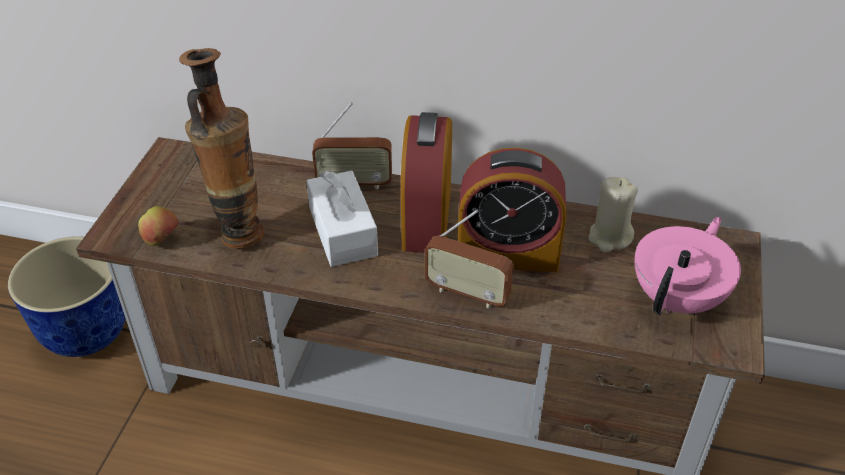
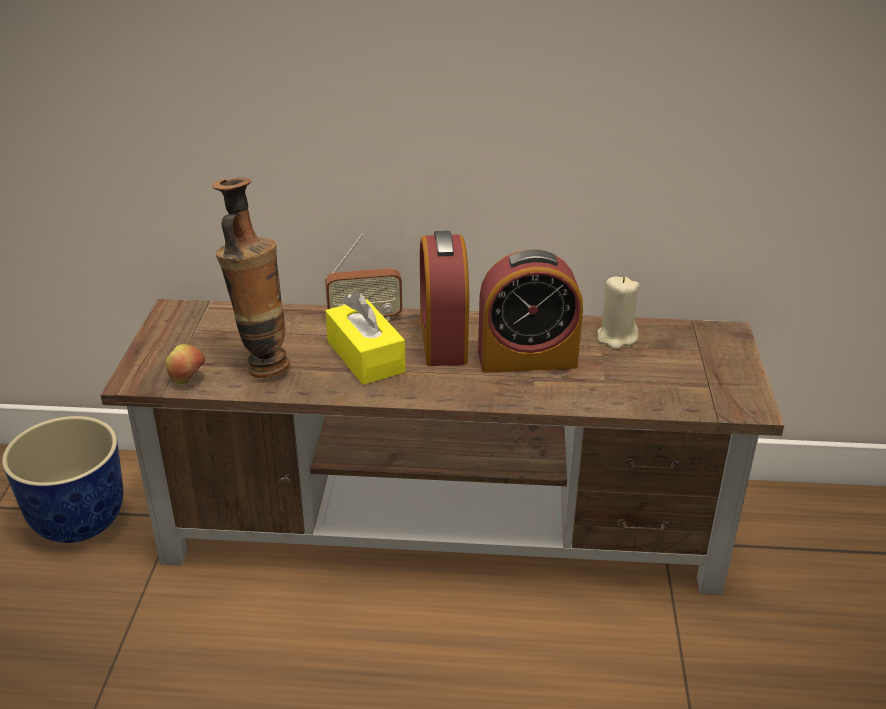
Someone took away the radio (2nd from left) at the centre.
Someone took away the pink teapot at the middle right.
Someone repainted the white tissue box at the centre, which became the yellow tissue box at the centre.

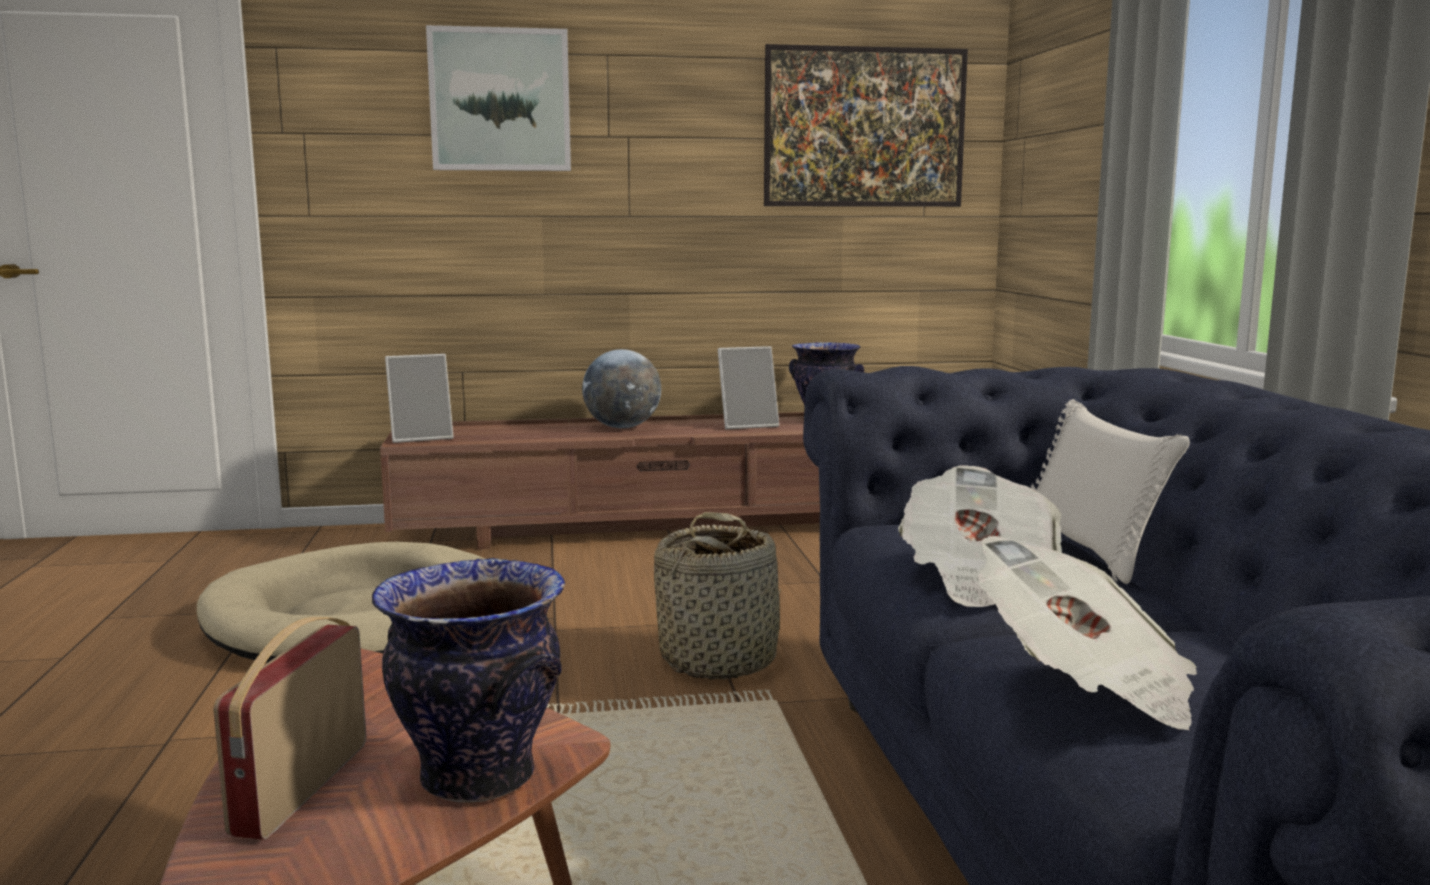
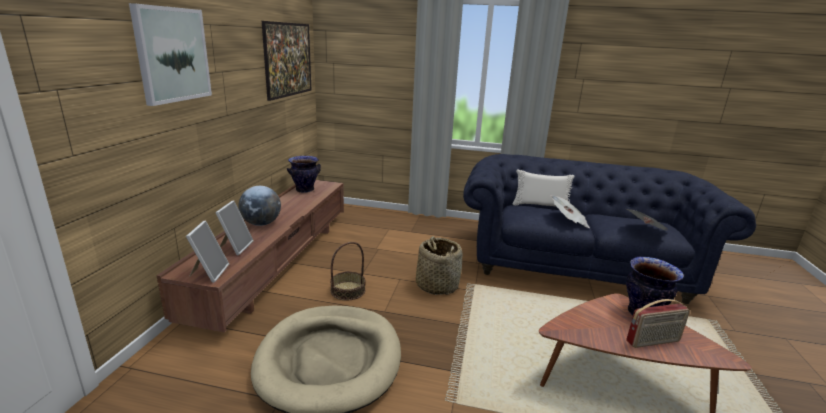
Someone put down the basket (1st from left) at the centre.
Someone carried the picture frame (2nd from left) from the centre to the middle left.
Someone rotated the radio at the bottom left by 45 degrees counterclockwise.

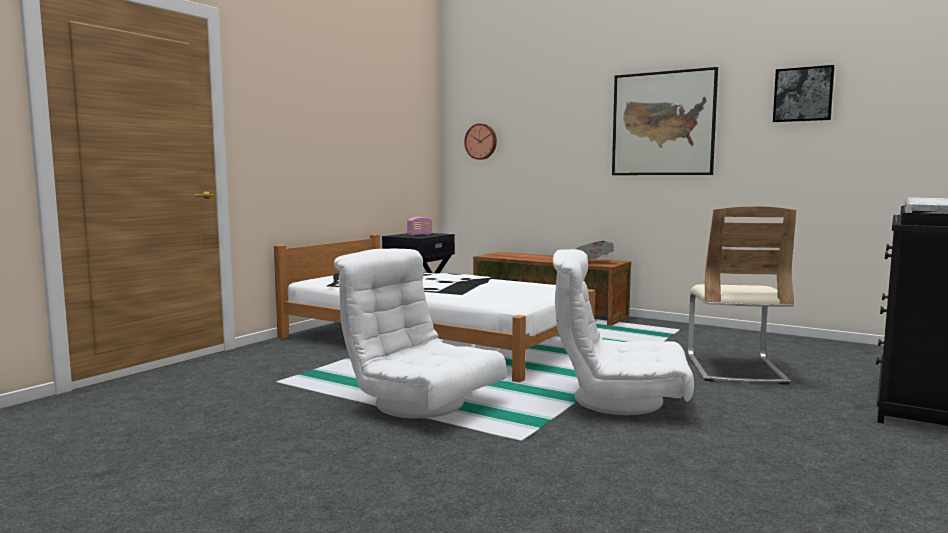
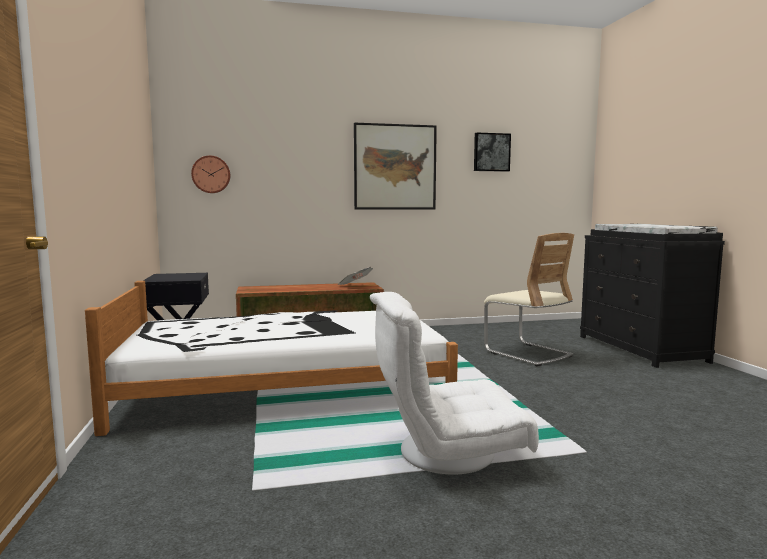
Someone took away the radio at the centre.
Someone took away the white armchair (2nd from left) at the centre.

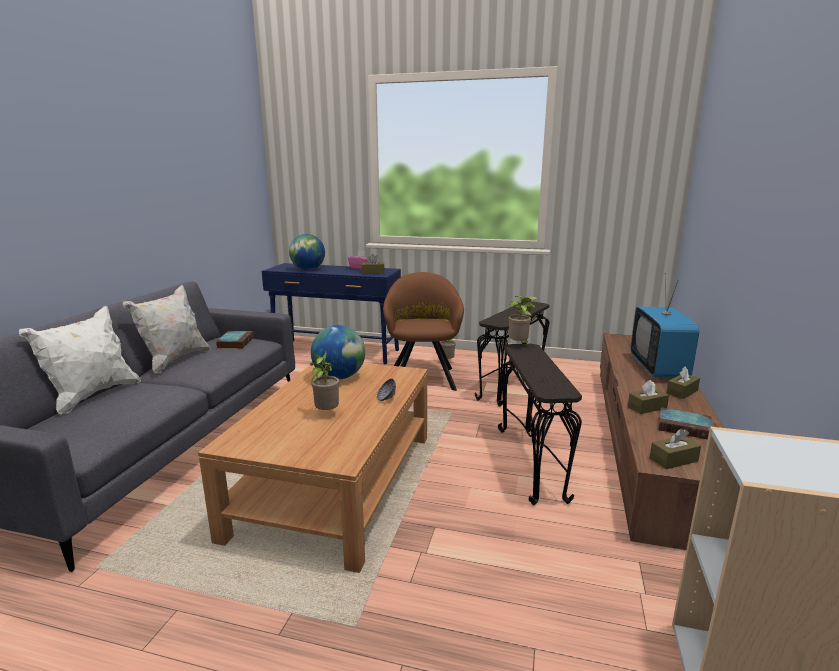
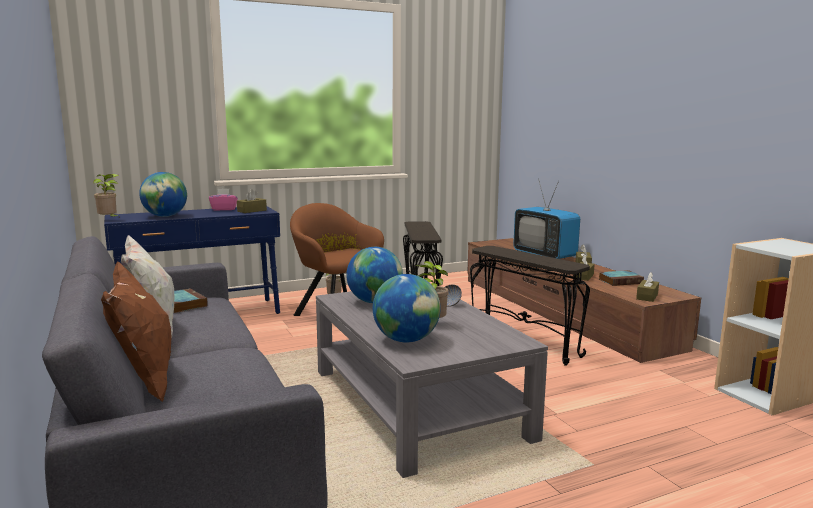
Someone put down the globe (3rd from left) at the centre.
Someone carried the potted plant (3rd from left in the first image) from the centre to the middle left.
Someone repainted the white pillow (1st from left) at the middle left, which became the brown pillow at the middle left.
Someone repainted the brown coffee table at the bottom centre, which became the grey coffee table at the bottom centre.

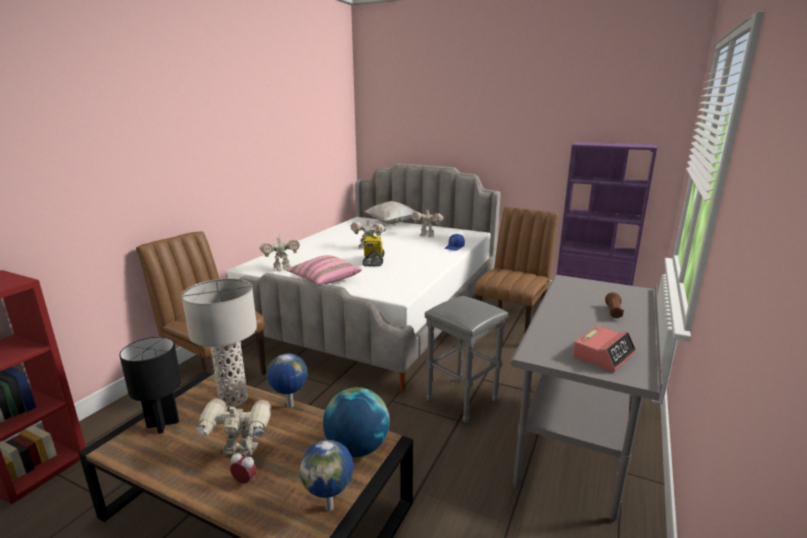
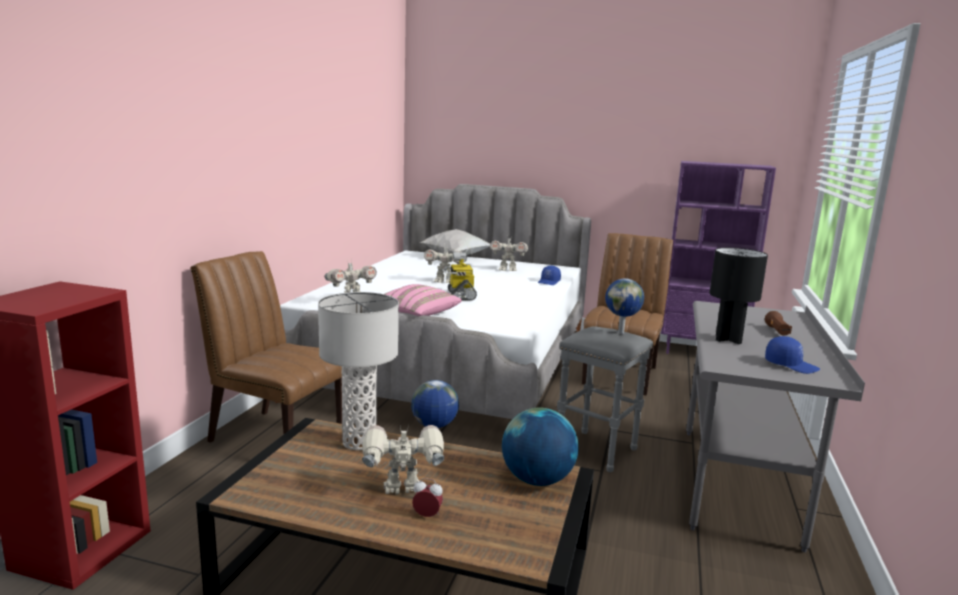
Someone carried the black table lamp from the bottom left to the middle right.
Someone carried the globe (2nd from left in the first image) from the bottom centre to the centre.
Someone swapped the alarm clock (2nd from left) at the middle right for the blue cap (2nd from left) at the middle right.

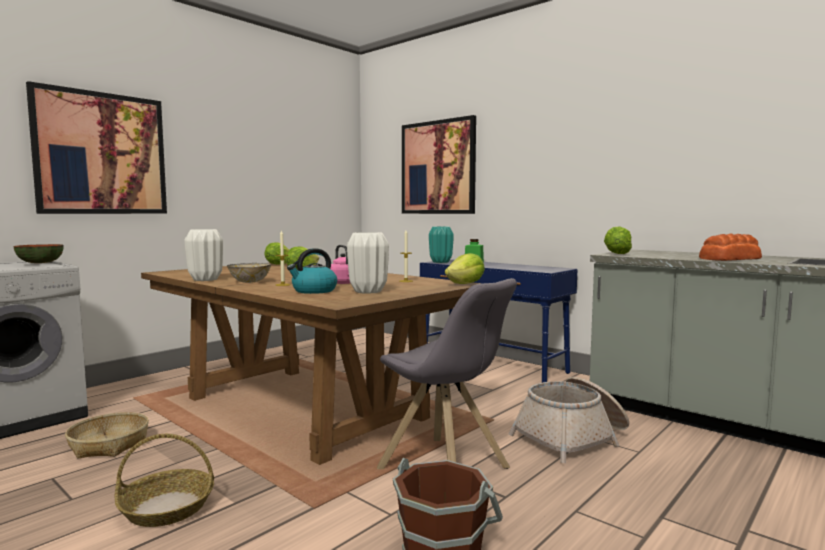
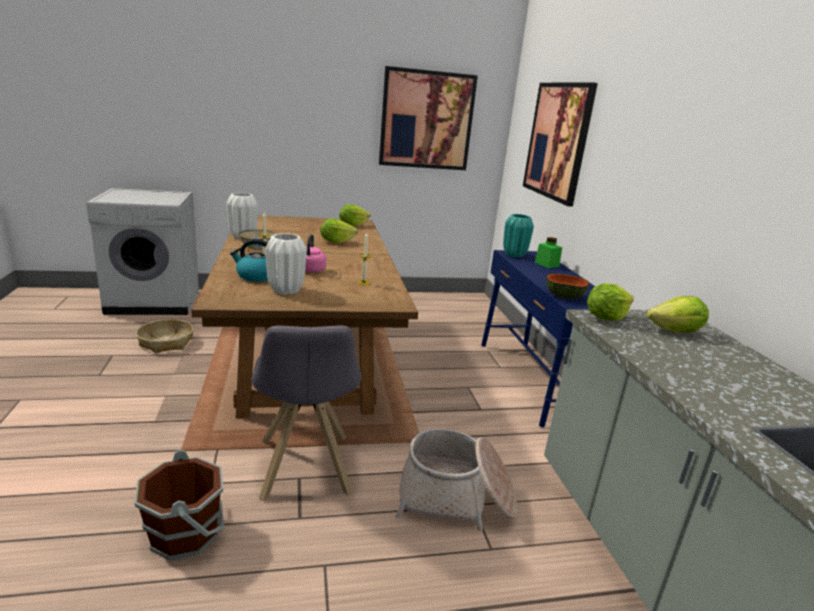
Someone took away the basket (2nd from left) at the bottom left.
Someone took away the bread at the middle right.
Someone carried the bowl (1st from left in the first image) from the middle left to the middle right.
Someone carried the picture (1st from left) from the top left to the top centre.
Someone carried the lettuce (3rd from left in the first image) from the centre to the middle right.

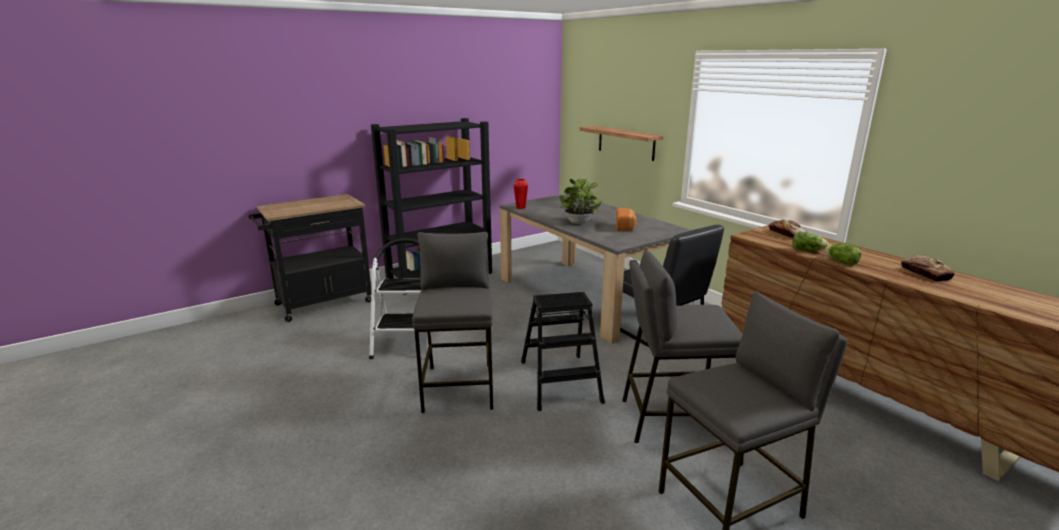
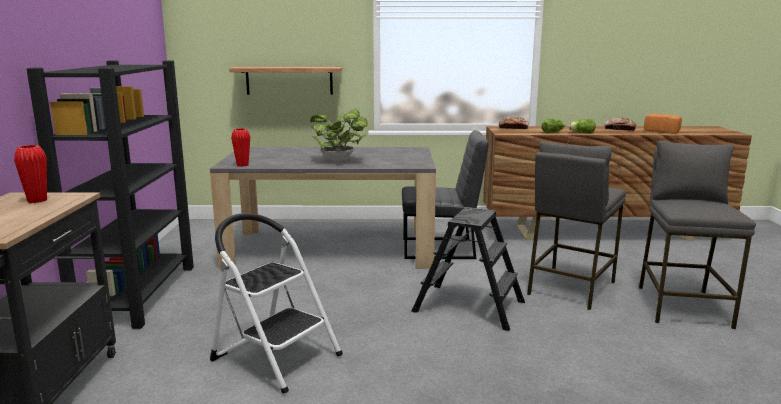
Someone took away the grey stool (1st from left) at the centre.
Someone put down the red vase (1st from left) at the middle left.
Someone carried the bread (1st from left in the first image) from the centre to the top right.

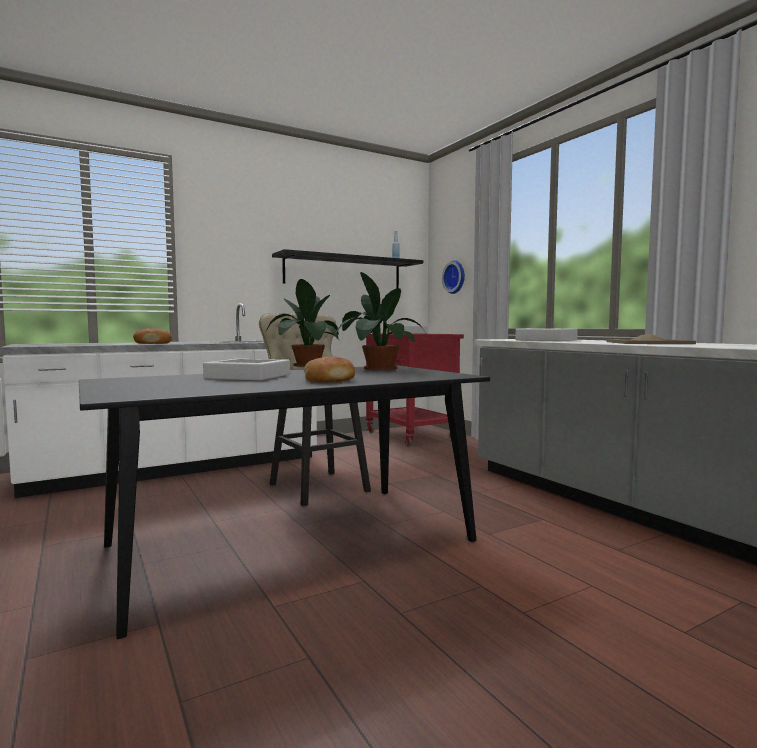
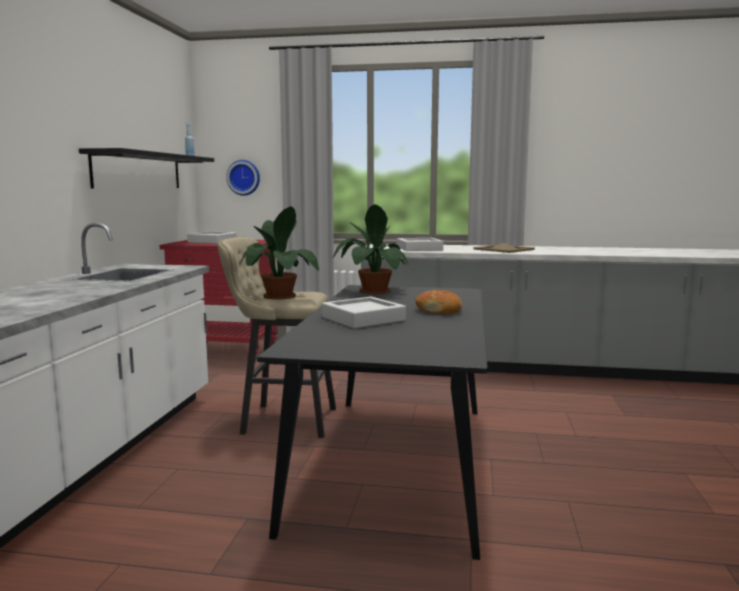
Someone took away the bread (1st from left) at the middle left.

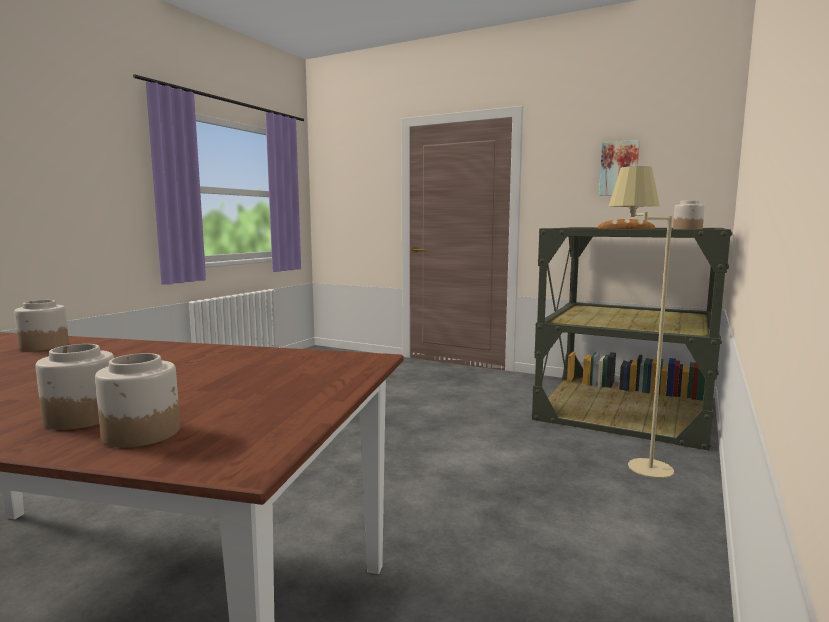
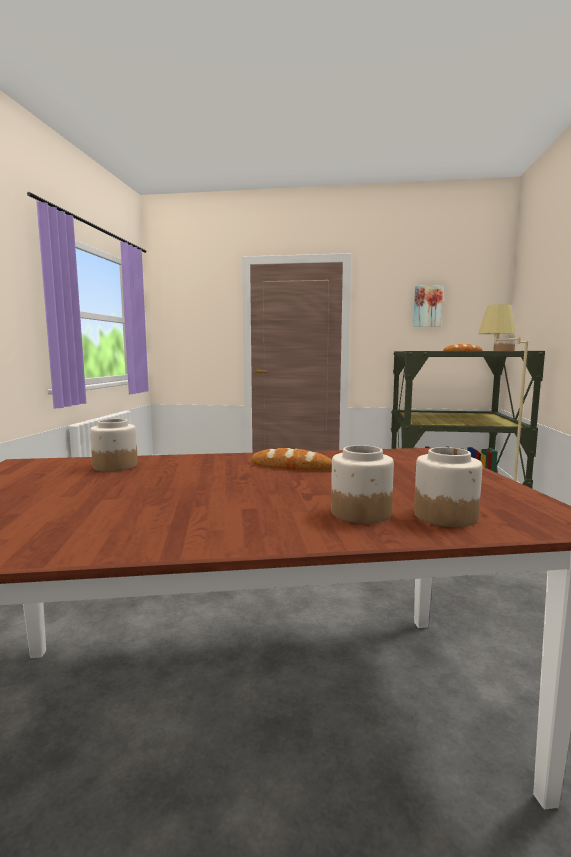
Someone put down the bread (1st from left) at the centre.

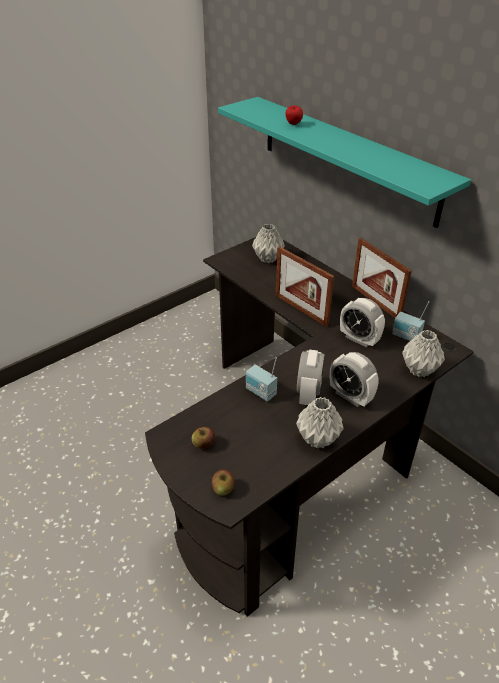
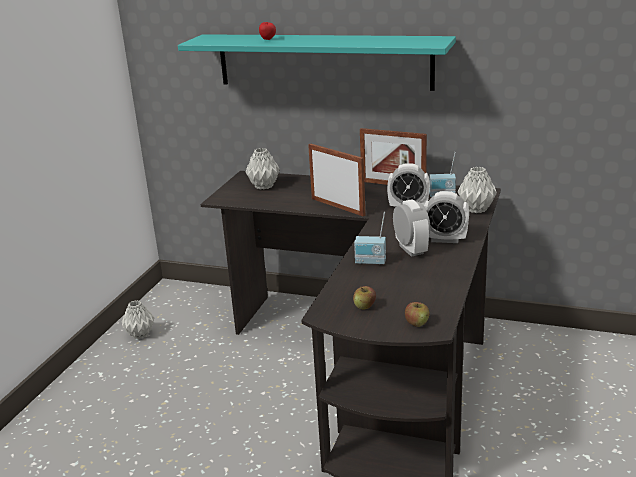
Someone carried the grey vase (2nd from left in the first image) from the centre to the bottom left.
Someone rotated the picture frame (1st from left) at the centre by 150 degrees counterclockwise.

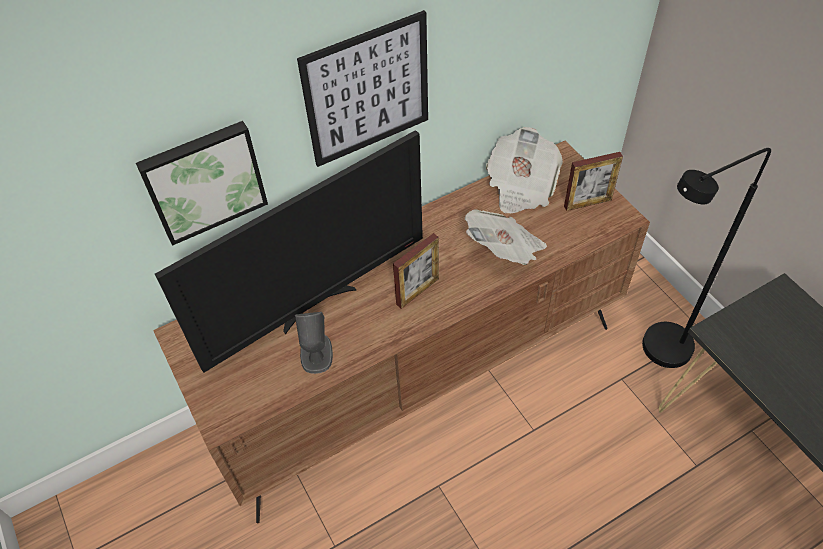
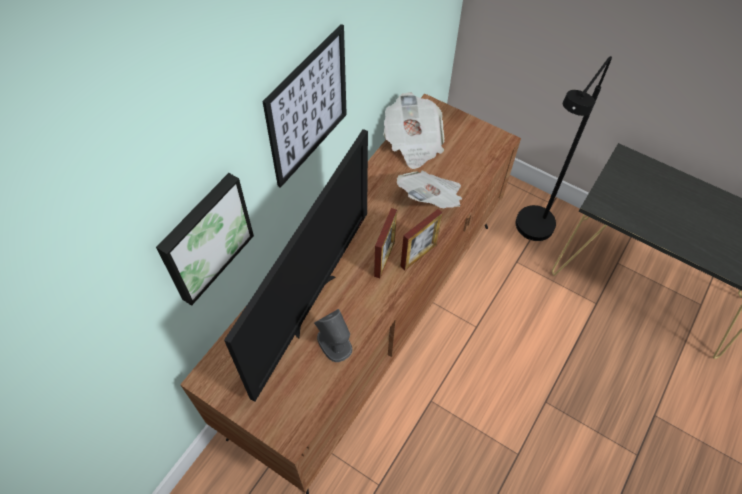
Someone carried the picture frame (2nd from left) from the top right to the centre.

